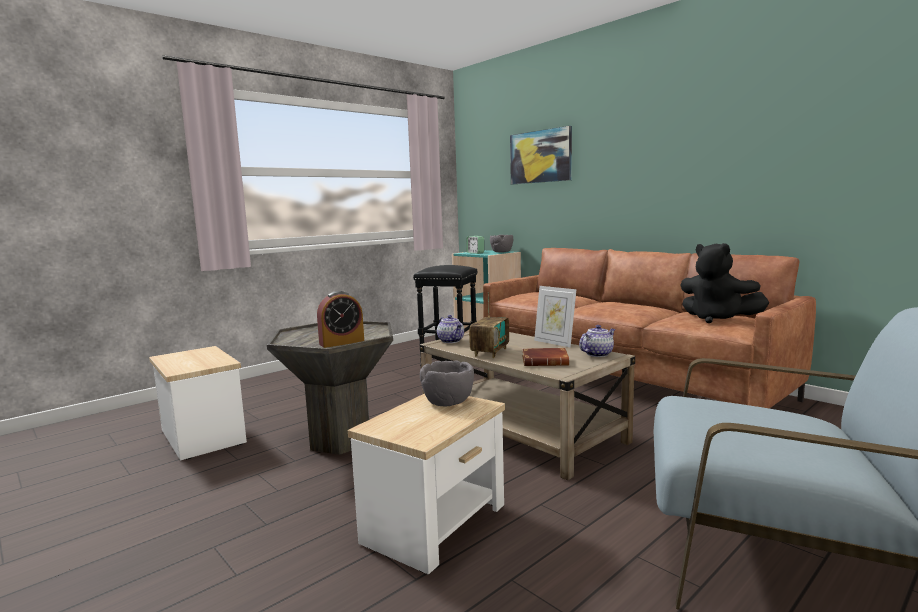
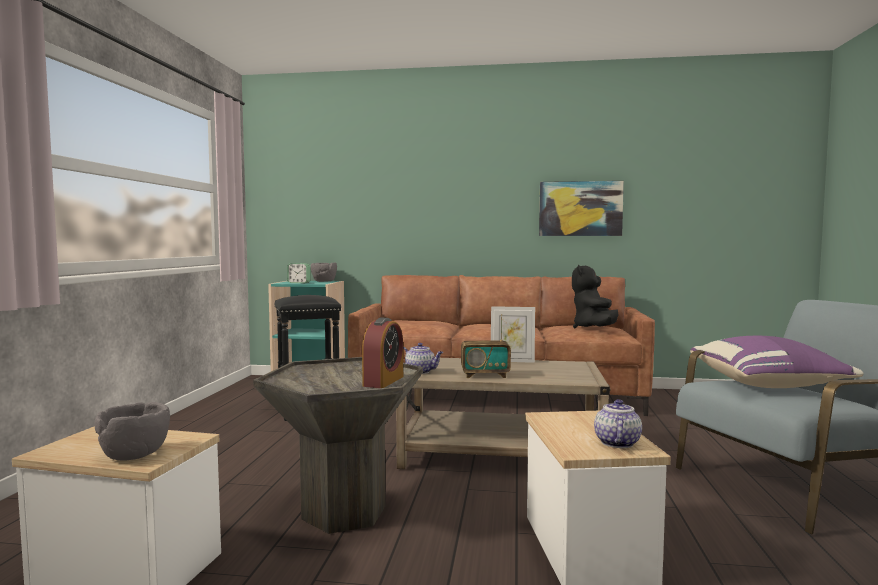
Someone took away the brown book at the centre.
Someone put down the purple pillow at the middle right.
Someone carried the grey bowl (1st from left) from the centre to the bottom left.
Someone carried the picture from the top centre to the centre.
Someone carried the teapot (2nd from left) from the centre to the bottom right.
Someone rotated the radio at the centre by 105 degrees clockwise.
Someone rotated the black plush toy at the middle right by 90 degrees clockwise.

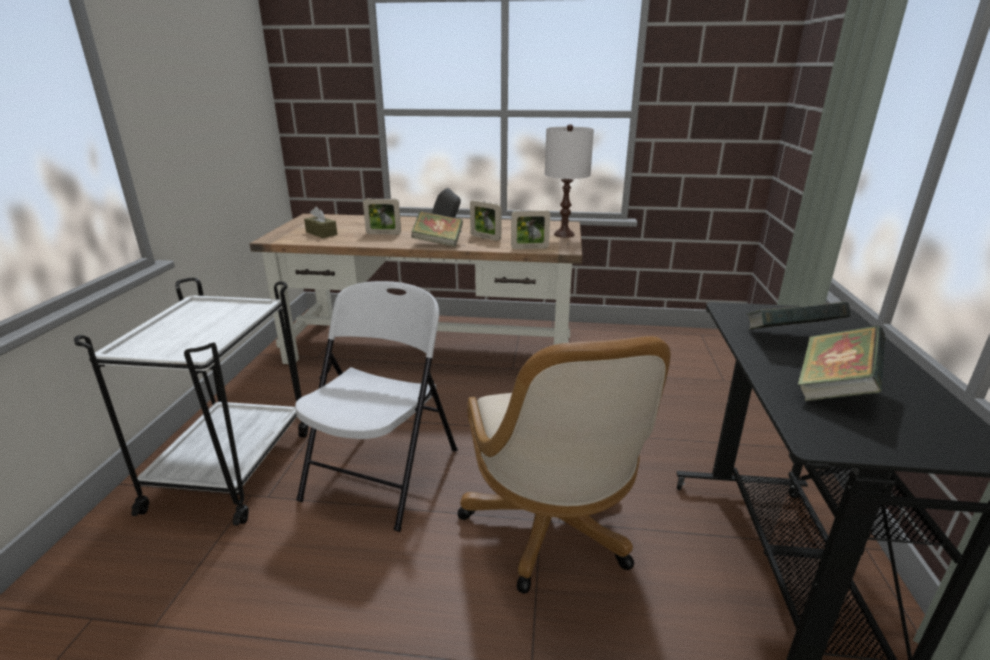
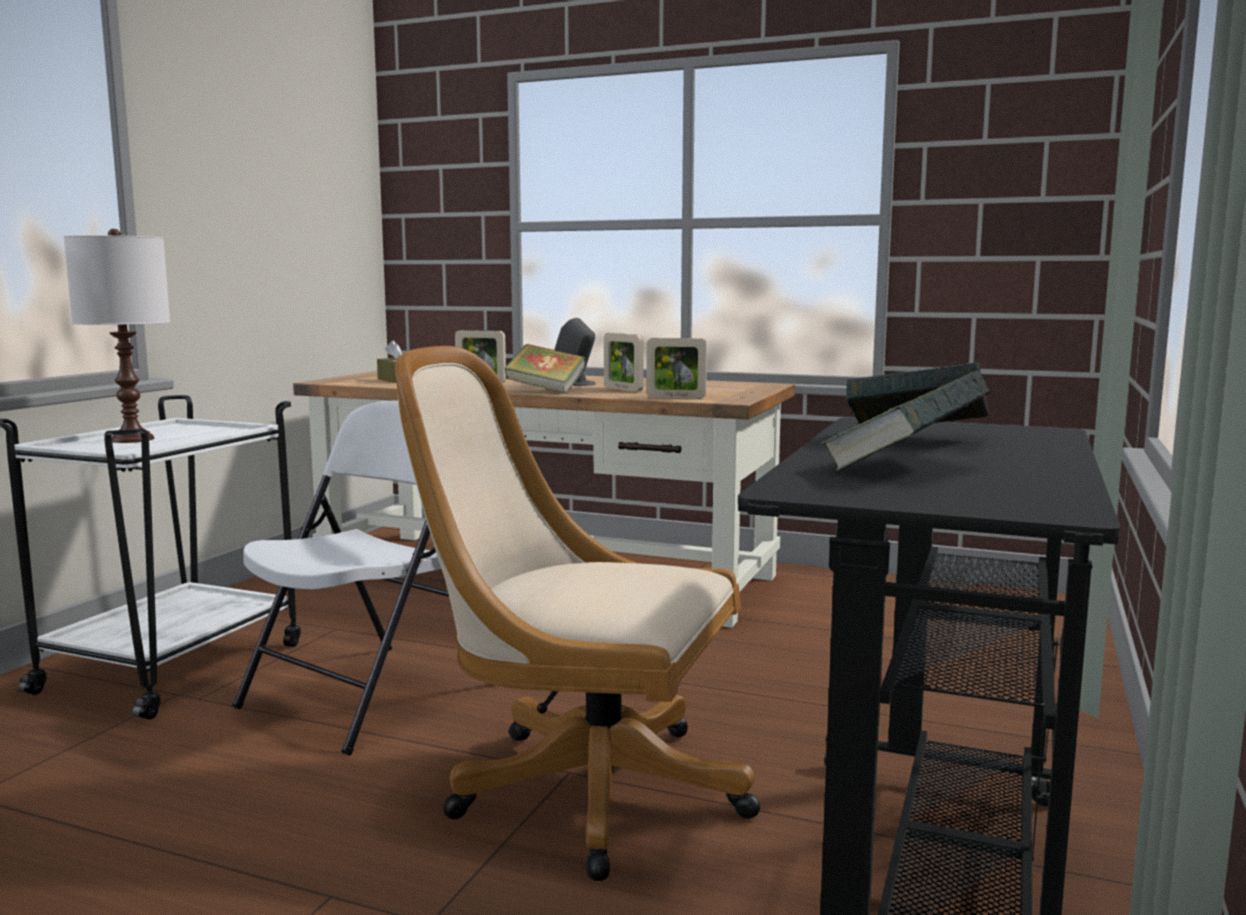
Someone carried the white table lamp from the top centre to the middle left.
Someone rotated the office chair at the bottom centre by 105 degrees clockwise.

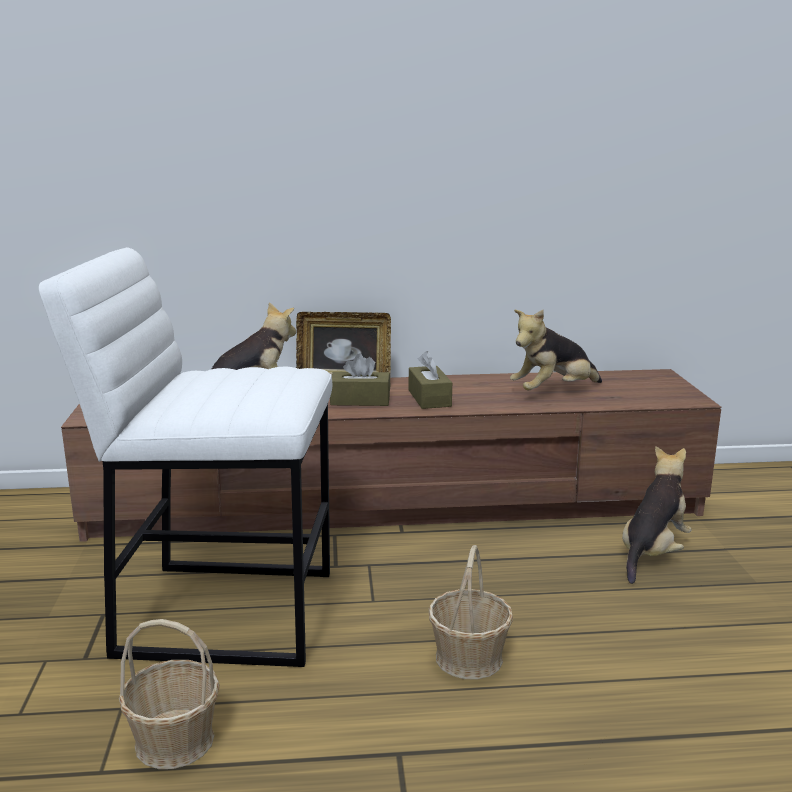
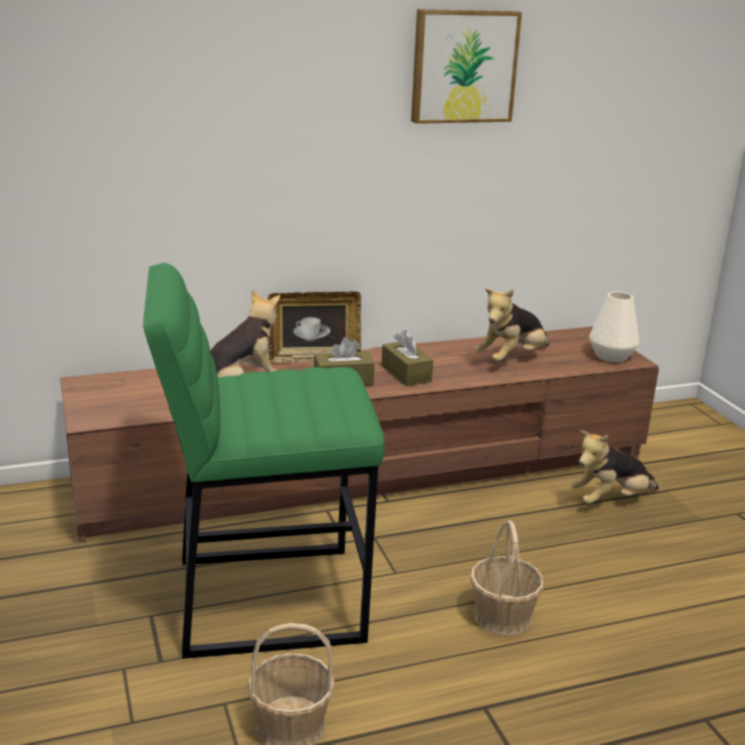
Someone put up the picture at the top centre.
Someone put down the white vase at the middle right.
Someone repainted the white stool at the middle left, which became the green stool at the centre.
Someone rotated the plush toy (3rd from left) at the middle right by 135 degrees counterclockwise.

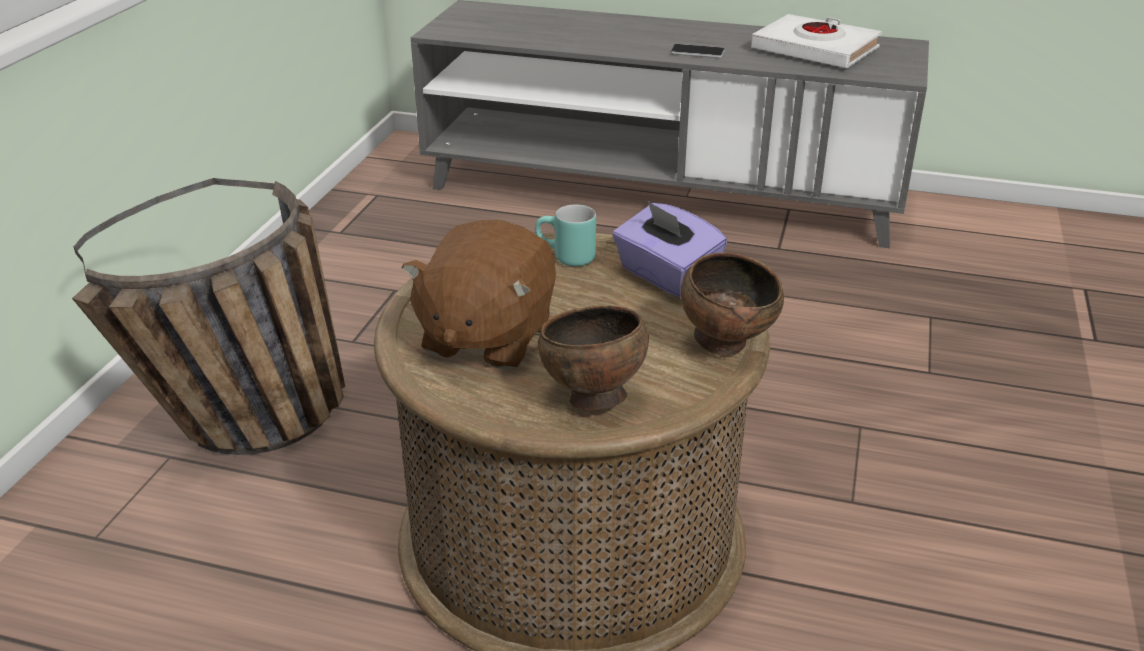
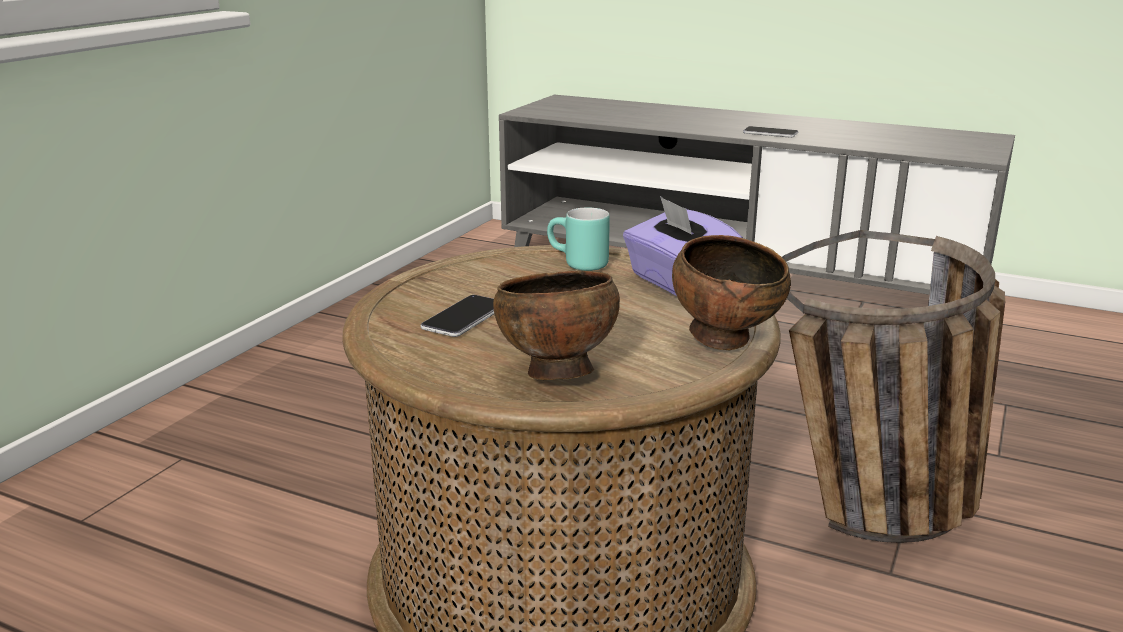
Someone took away the white book at the top right.
Someone carried the basket from the middle left to the middle right.
Someone swapped the brown plush toy at the centre for the phone (1st from left) at the centre.

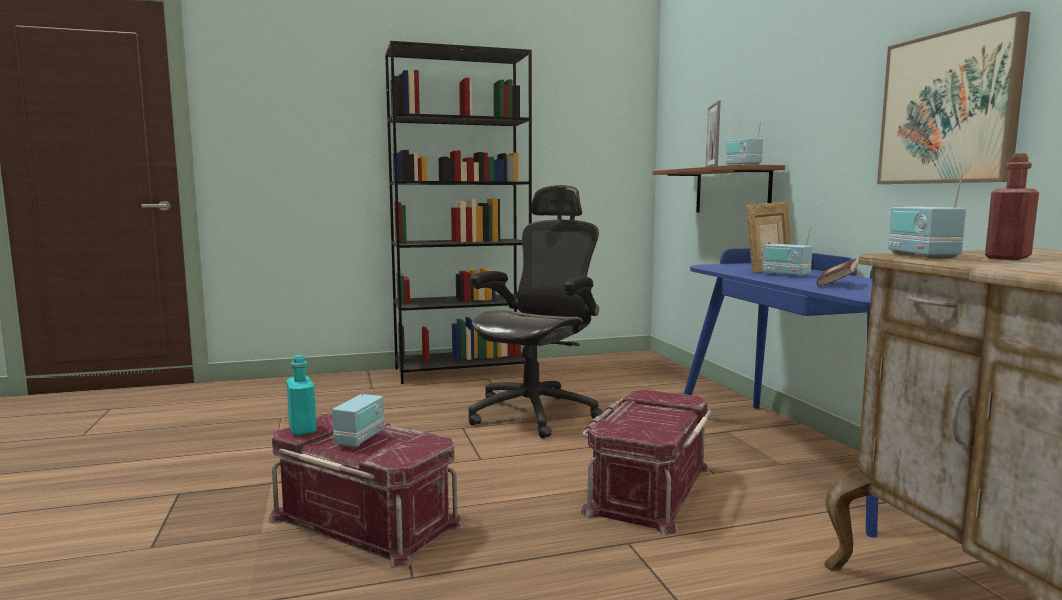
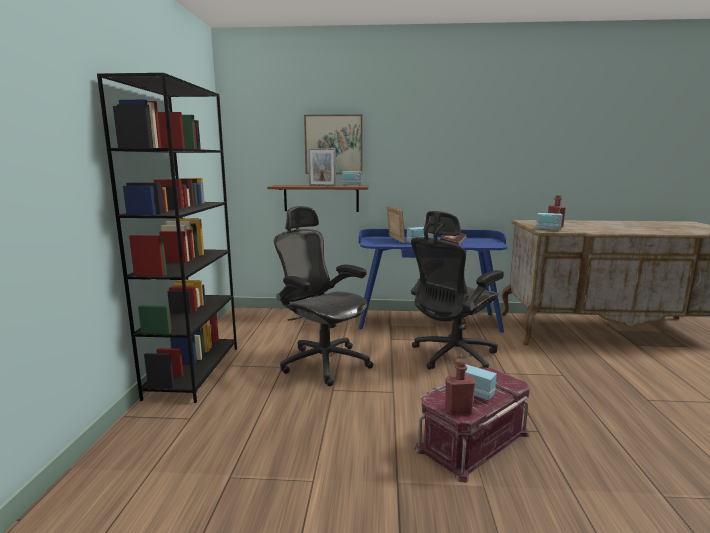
Someone carried the picture from the top right to the top centre.
Someone swapped the red storage box (2nd from left) at the bottom centre for the office chair (2nd from left) at the centre.
Someone repainted the turquoise bottle at the middle left, which became the red bottle (1st from left) at the bottom centre.

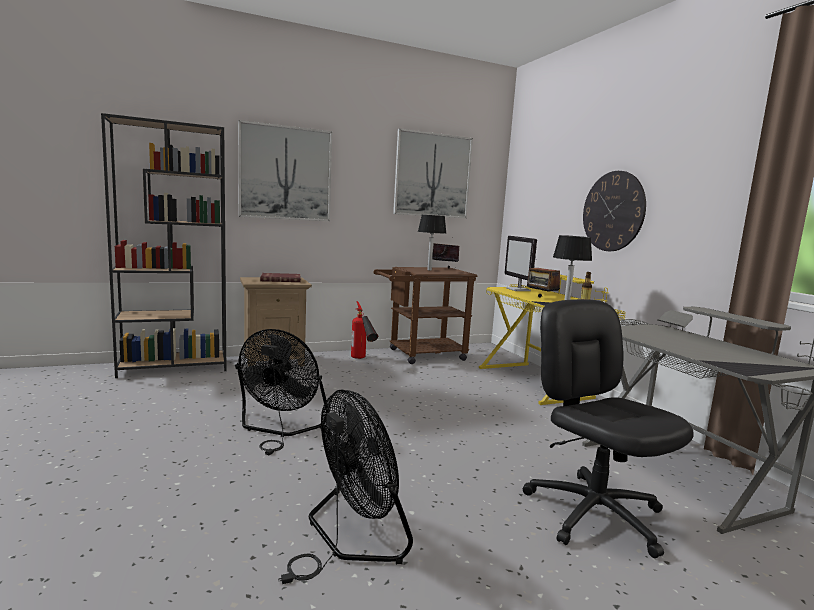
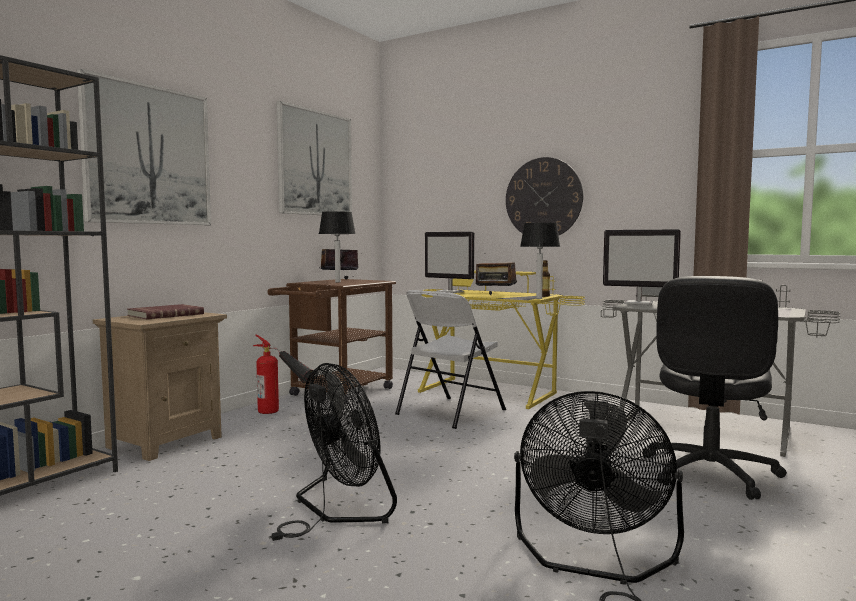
Someone put down the white chair at the centre.
Someone put down the monitor (2nd from left) at the middle right.
Someone rotated the black fan (1st from left) at the centre by 75 degrees clockwise.
Someone rotated the black office chair at the bottom right by 90 degrees counterclockwise.

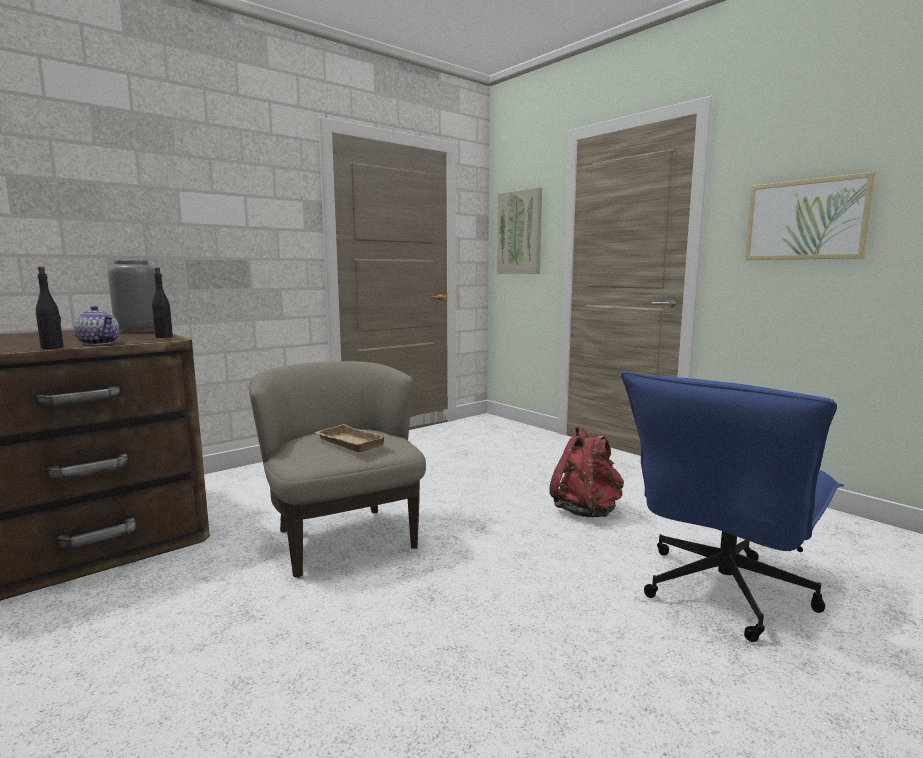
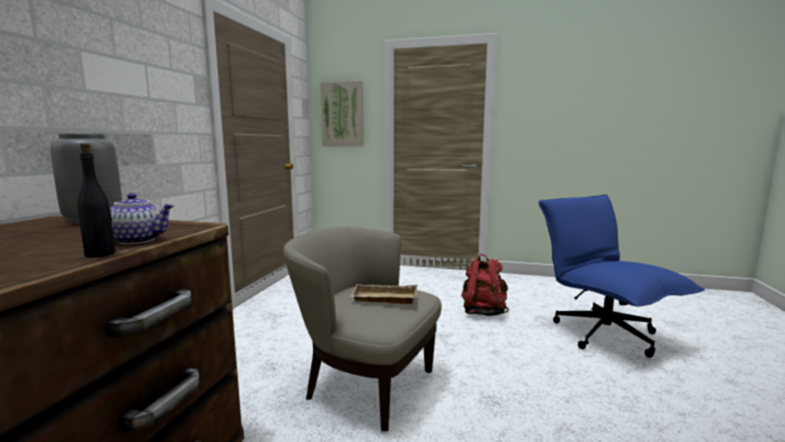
Someone took away the black bottle (2nd from left) at the middle left.
Someone took away the picture (2nd from left) at the top right.
Someone rotated the blue office chair at the bottom right by 150 degrees clockwise.

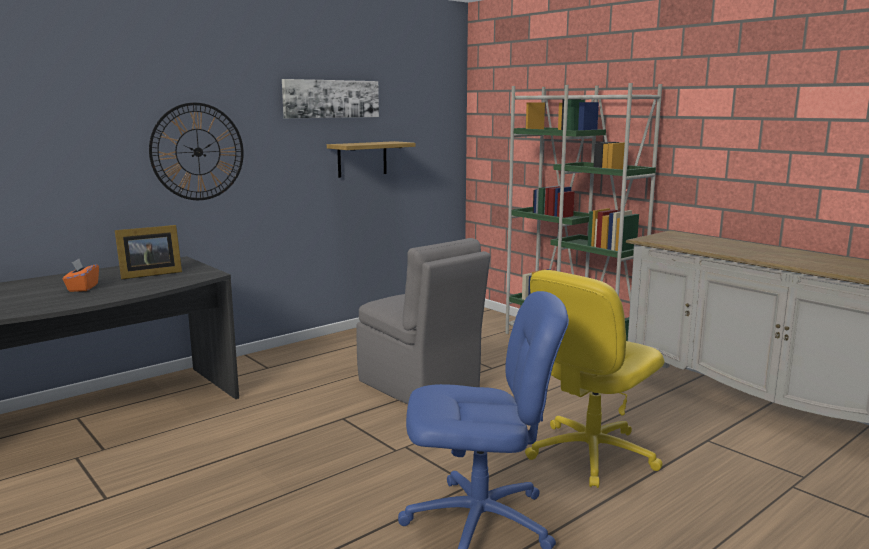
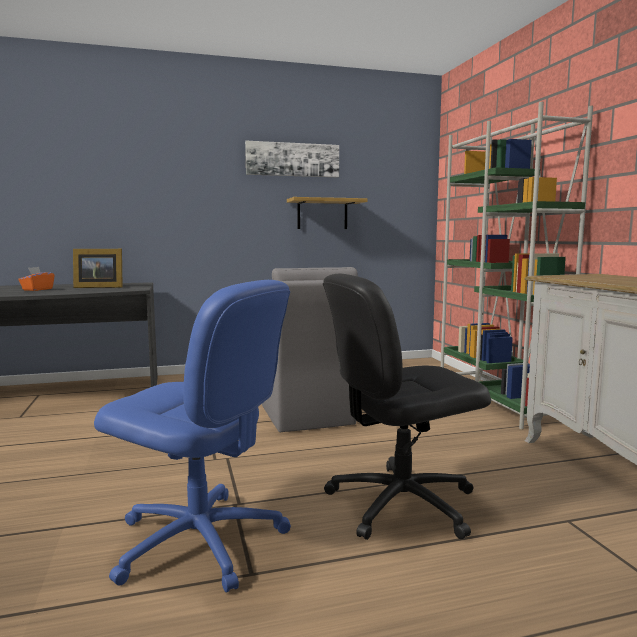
Someone took away the wall clock at the top left.
Someone repainted the yellow office chair at the bottom right, which became the black office chair at the centre.

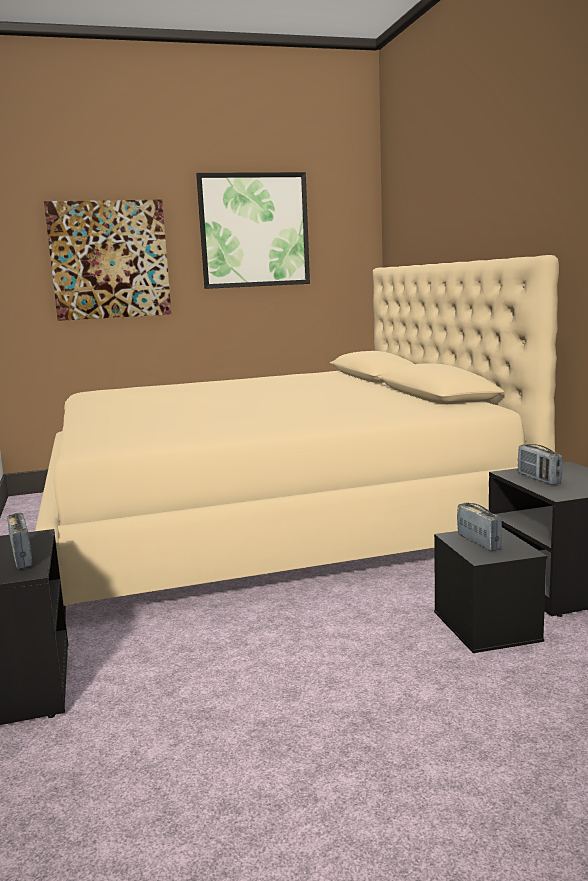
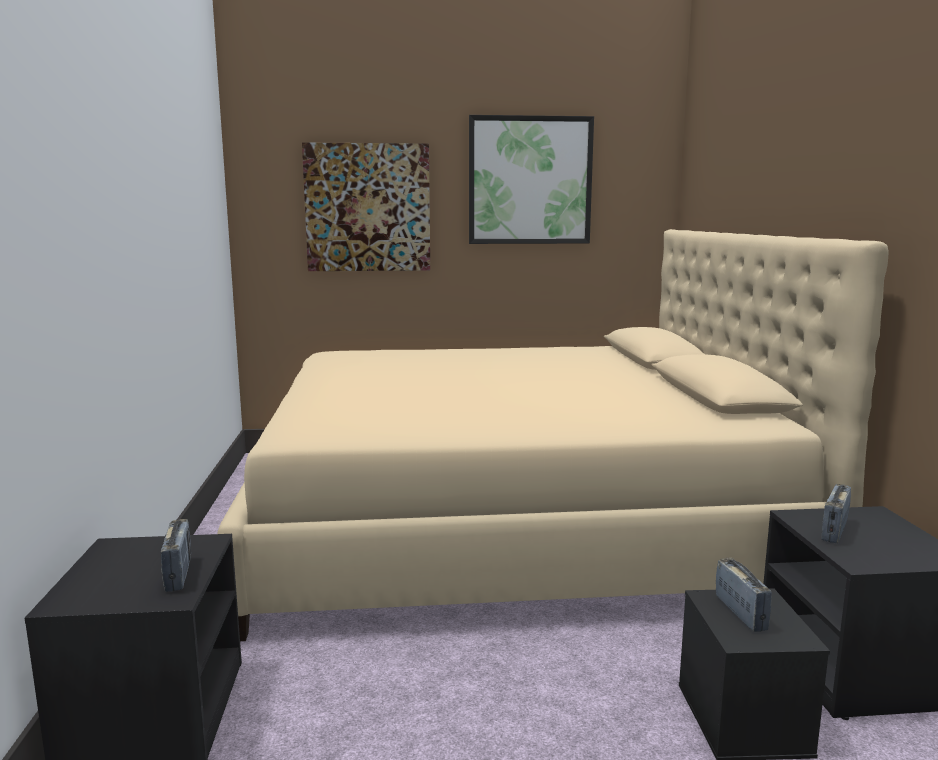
Someone rotated the radio (3rd from left) at the middle right by 45 degrees clockwise.

